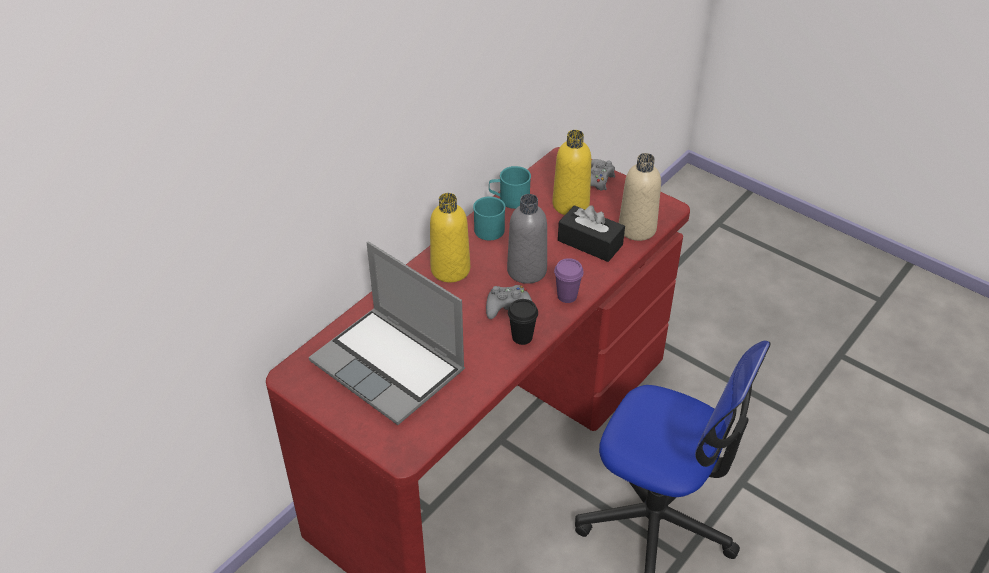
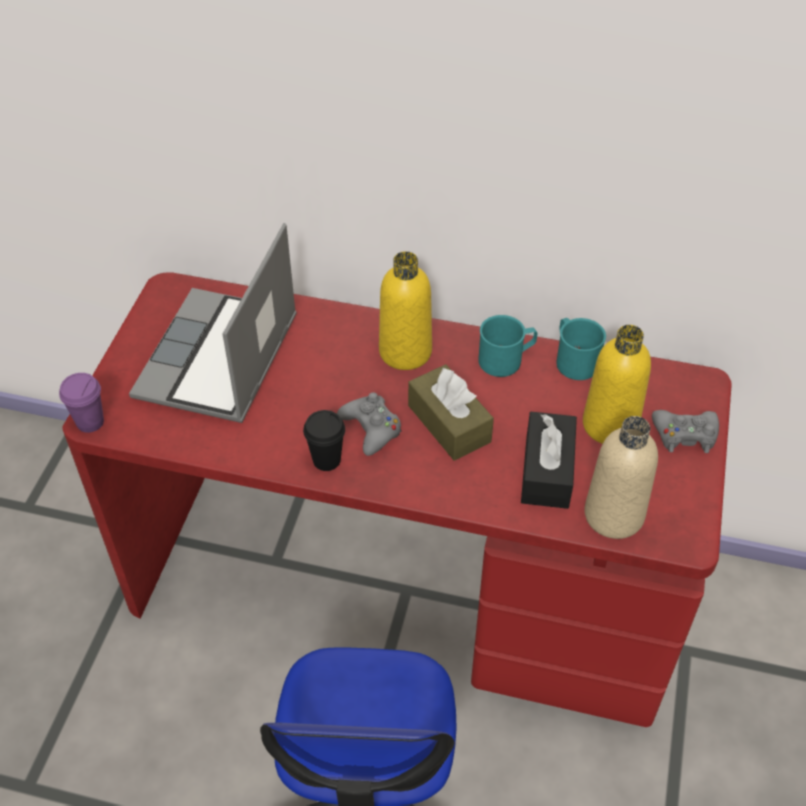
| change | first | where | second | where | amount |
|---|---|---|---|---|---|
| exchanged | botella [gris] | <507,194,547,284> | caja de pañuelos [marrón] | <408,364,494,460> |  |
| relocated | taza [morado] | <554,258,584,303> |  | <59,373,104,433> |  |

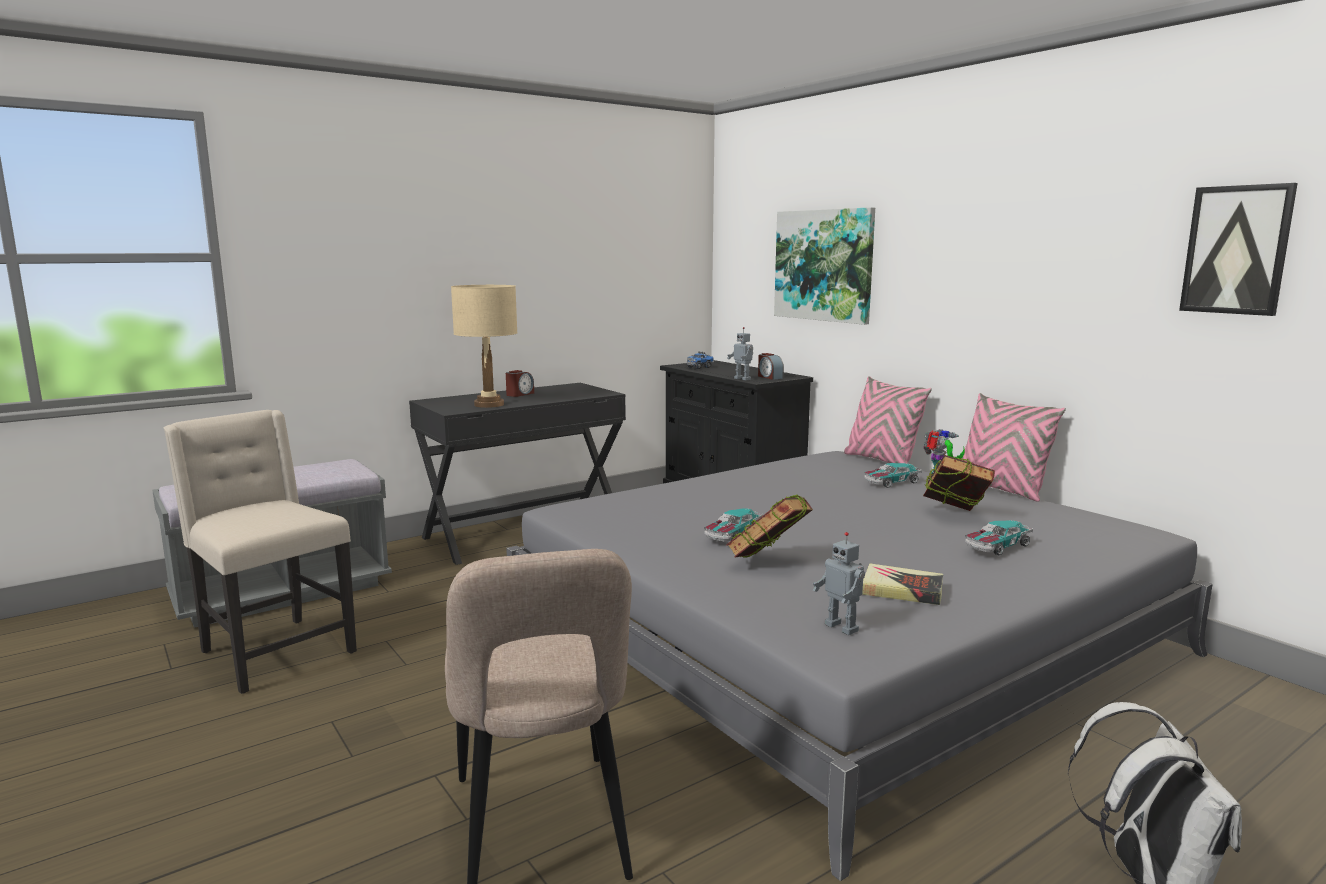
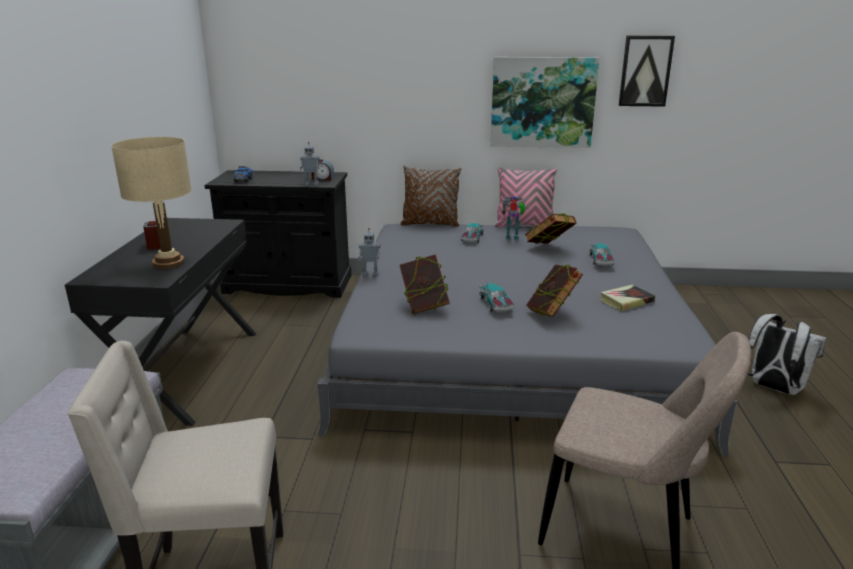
| change | first | where | second | where | amount |
|---|---|---|---|---|---|
| relocated | cuadro | <774,207,875,325> |  | <491,57,599,148> |  |
| relocated | robot de juguete | <813,532,865,635> |  | <358,228,380,276> |  |
| colour | cojín [rosa] | <844,376,932,464> | cojín [marrón] | <400,166,461,227> |  |
| appeared |  |  | libro | <400,254,450,314> |  |

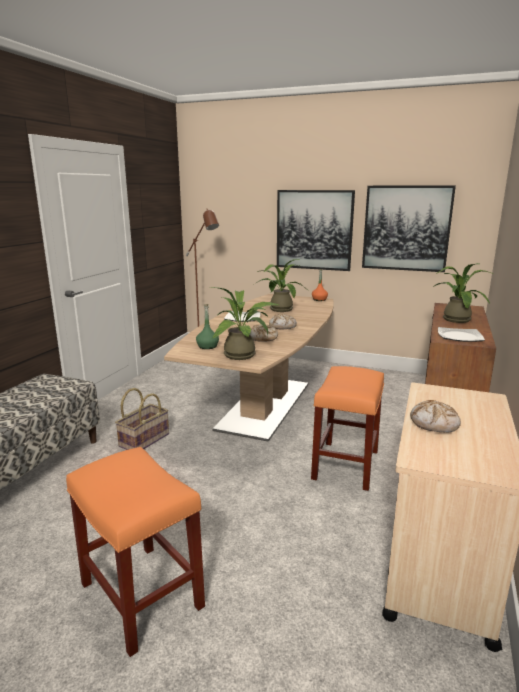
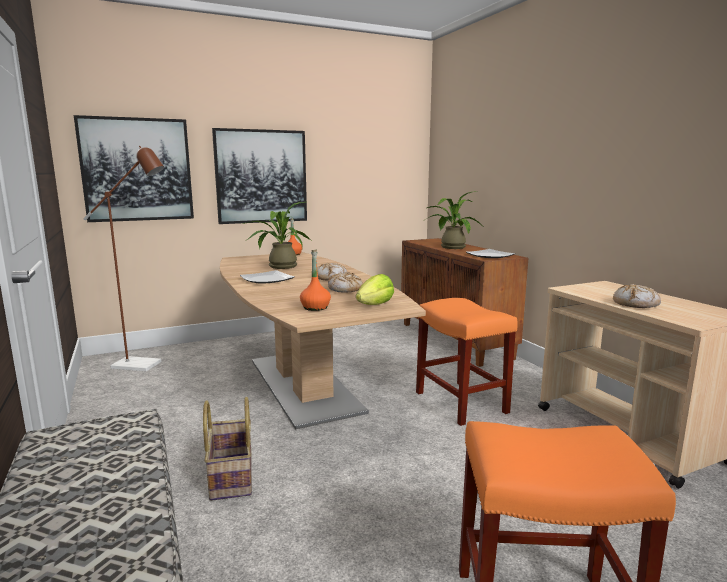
| change | first | where | second | where | amount |
|---|---|---|---|---|---|
| colour | botella [verde] | <196,304,219,349> | botella [naranja] | <300,250,331,311> |  |
| exchanged | planta en maceta | <210,287,279,360> | lechuga | <356,274,394,305> |  |
| relocated | cuadro | <362,186,456,272> |  | <74,115,194,222> |  |

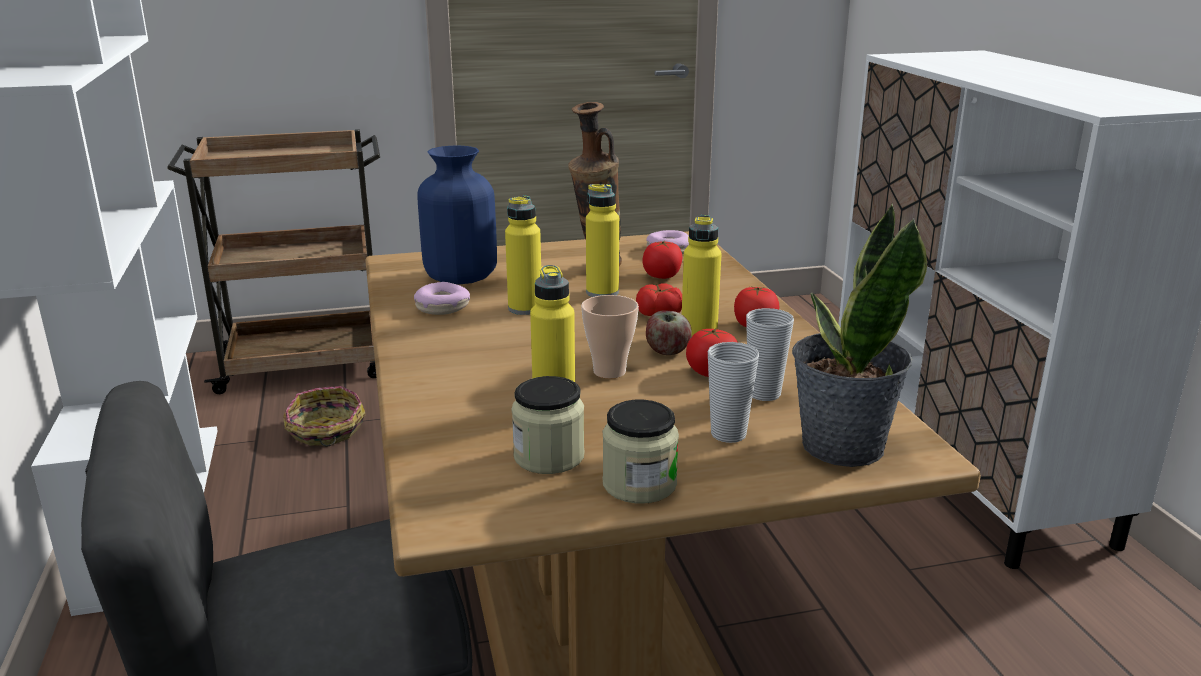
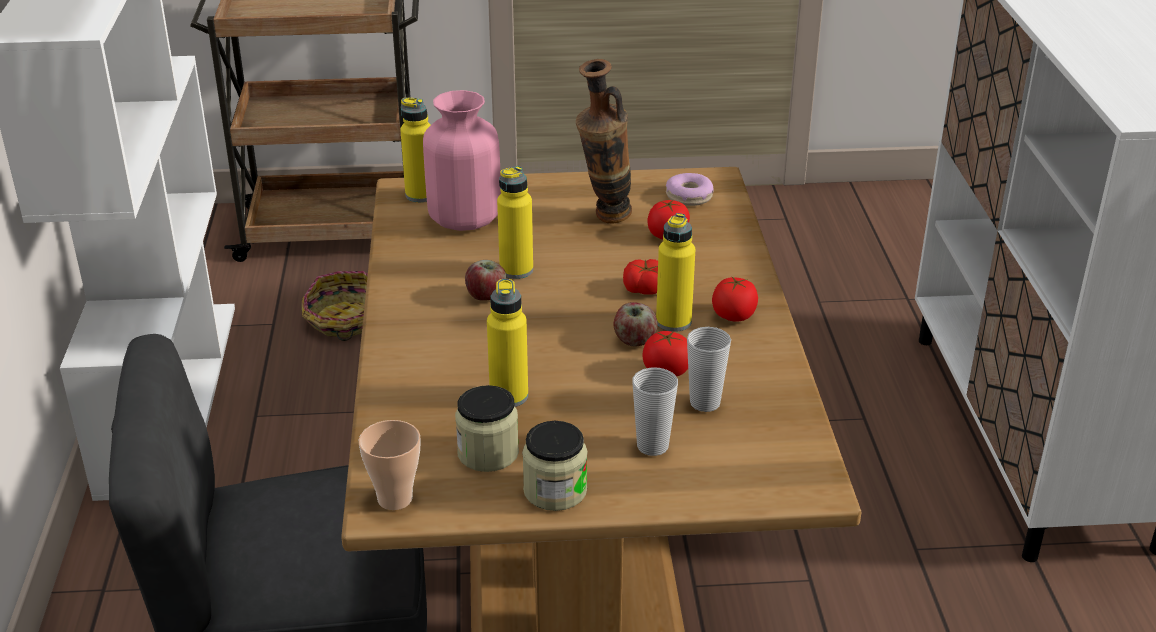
| change | first | where | second | where | amount |
|---|---|---|---|---|---|
| missing | rosquilla | <414,282,470,315> |  |  |  |
| colour | florero [azul] | <417,145,497,284> | florero [rosa] | <423,90,501,231> |  |
| relocated | taza | <581,295,639,379> |  | <359,420,420,510> |  |
| relocated | botella [amarillo] | <586,184,619,297> |  | <400,97,431,202> |  |
| missing | planta en maceta | <792,204,927,467> |  |  |  |
| appeared |  |  | manzana | <465,260,507,301> |  |

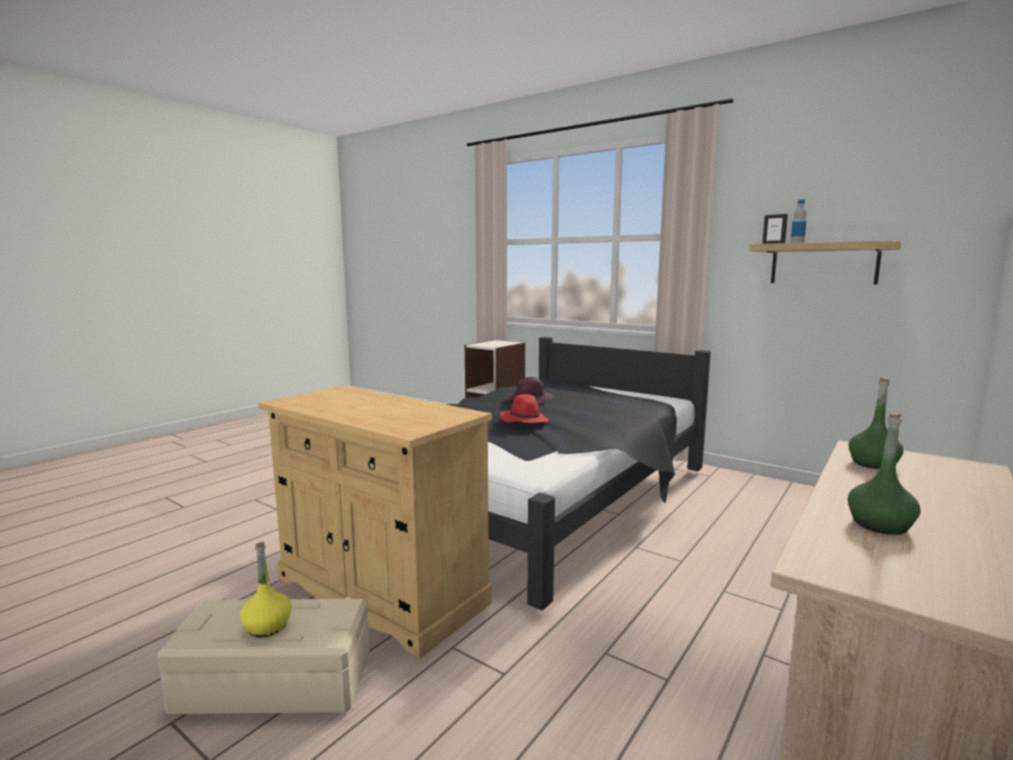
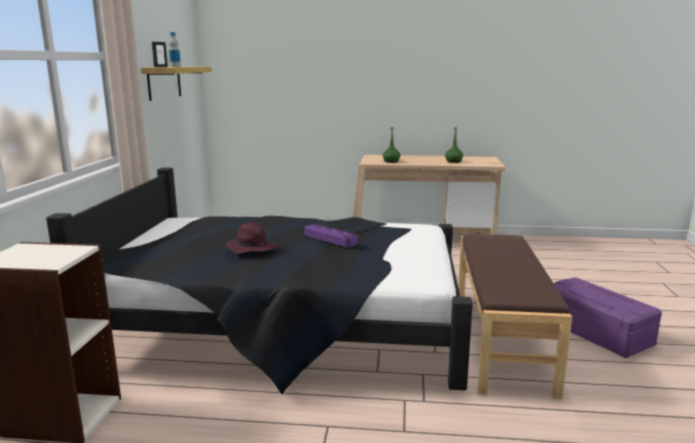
| change | first | where | second | where | amount |
|---|---|---|---|---|---|
| colour | caja de almacenaje [beis] | <157,597,370,714> | caja de almacenaje [morado] | <554,277,662,358> |  |
| missing | botella [amarillo] | <240,542,292,638> |  |  |  |
| exchanged | armario [beis] | <258,385,492,659> | banco [marrón] | <458,234,572,399> |  |
| exchanged | sombrero [rojo] | <500,394,549,423> | bandeja [morado] | <305,224,358,247> |  |

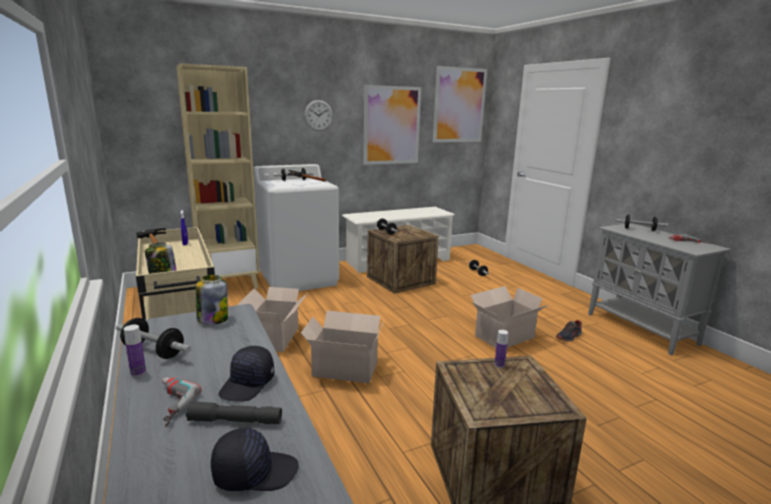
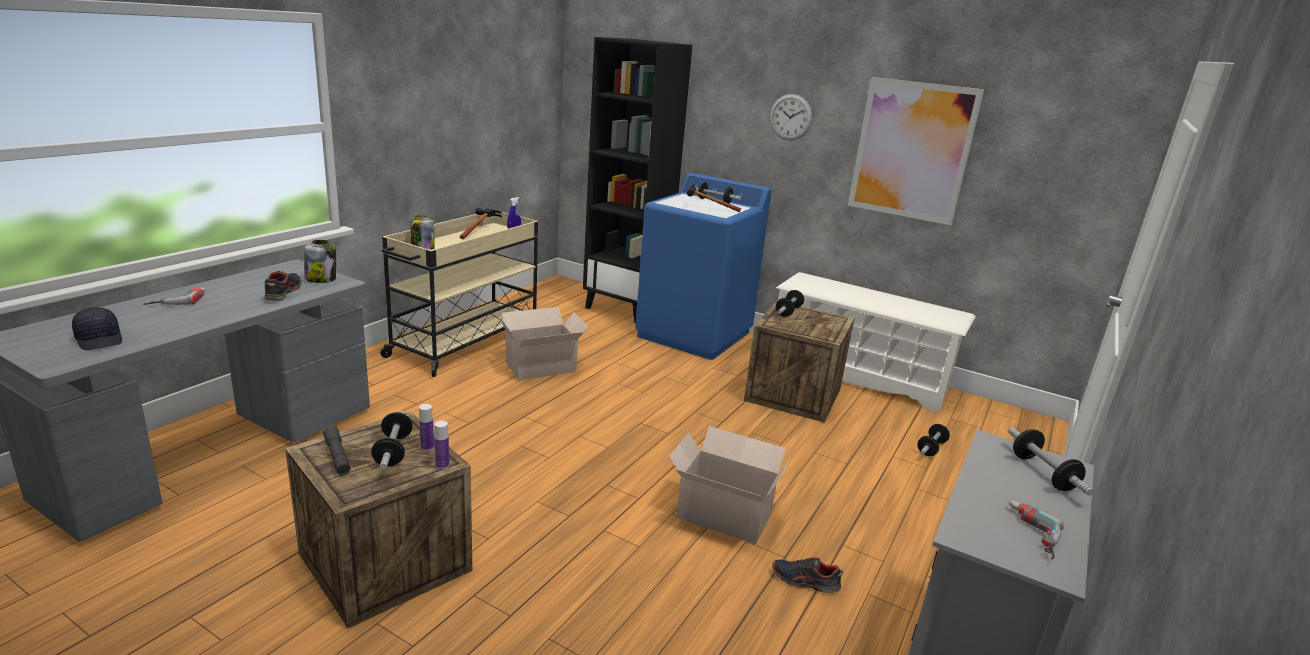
| change | first | where | second | where | amount |
|---|---|---|---|---|---|
| relocated | mancuerna | <116,318,191,359> |  | <371,411,413,470> |  |
| relocated | botella | <124,325,146,377> |  | <434,421,449,469> |  |
| colour | estantería [beis] | <176,63,259,289> | estantería [negro] | <583,37,692,323> |  |
| relocated | linterna [gris] | <186,401,282,424> |  | <323,426,350,475> |  |
| missing | gorra [negro] | <218,346,274,402> |  |  |  |
| colour | lavadora [blanco] | <253,164,339,291> | lavadora [azul] | <635,173,771,360> |  |
| missing | caja de cartón | <301,311,384,383> |  |  |  |
| missing | cuadro | <433,66,487,142> |  |  |  |
| appeared |  |  | zapato | <264,271,302,301> |  |

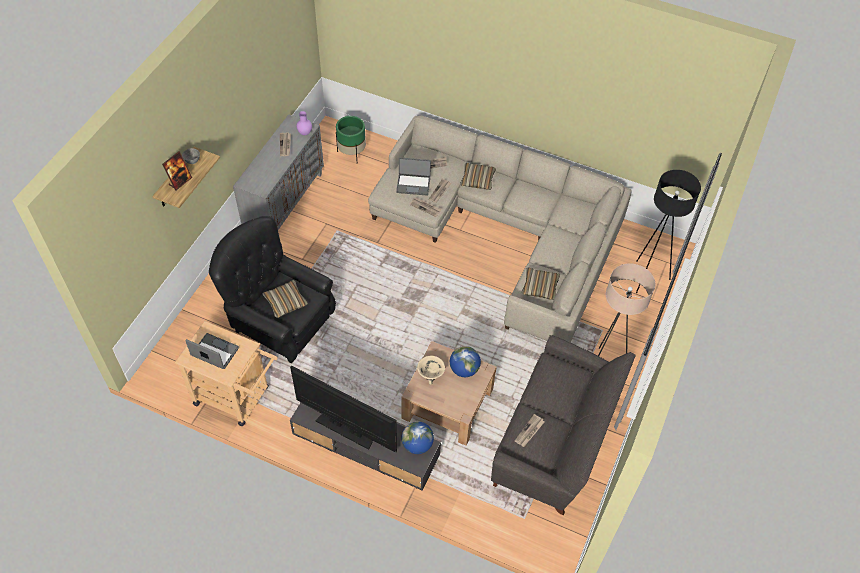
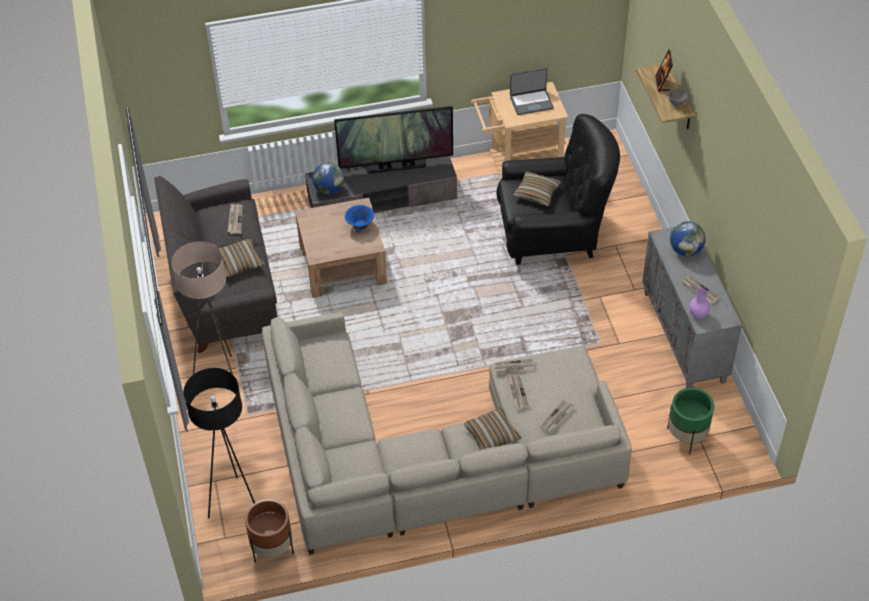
| change | first | where | second | where | amount |
|---|---|---|---|---|---|
| missing | portátil | <396,157,431,196> |  |  |  |
| colour | cuenco [beis] | <417,356,445,385> | cuenco [azul] | <345,205,374,233> |  |
| relocated | globo terráqueo | <450,346,481,377> |  | <670,222,705,257> |  |
| relocated | cojín | <522,268,560,300> |  | <219,239,265,277> |  |
| appeared |  |  | maceta [marrón] | <245,499,294,563> |  |

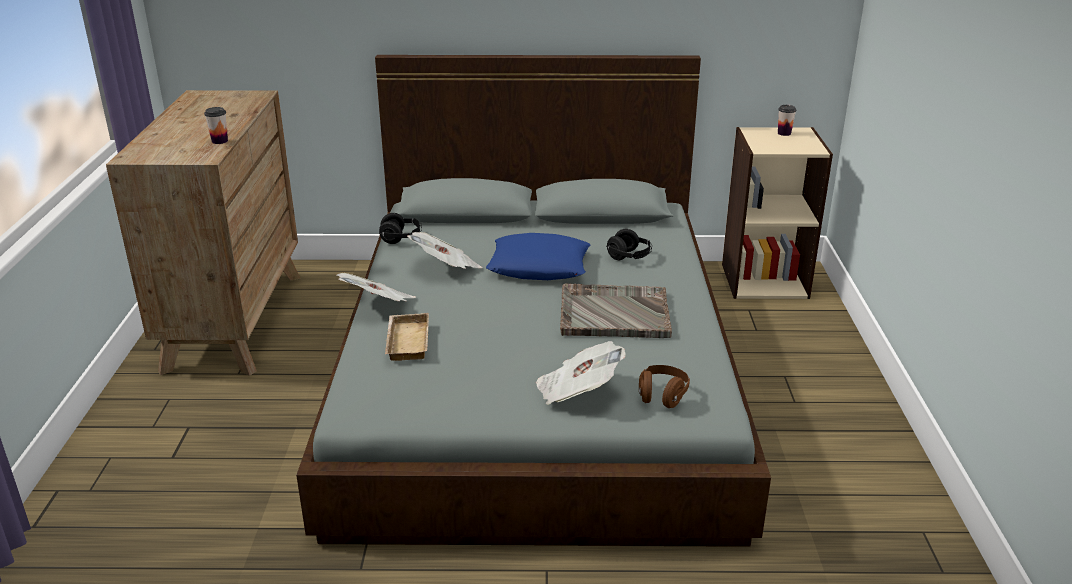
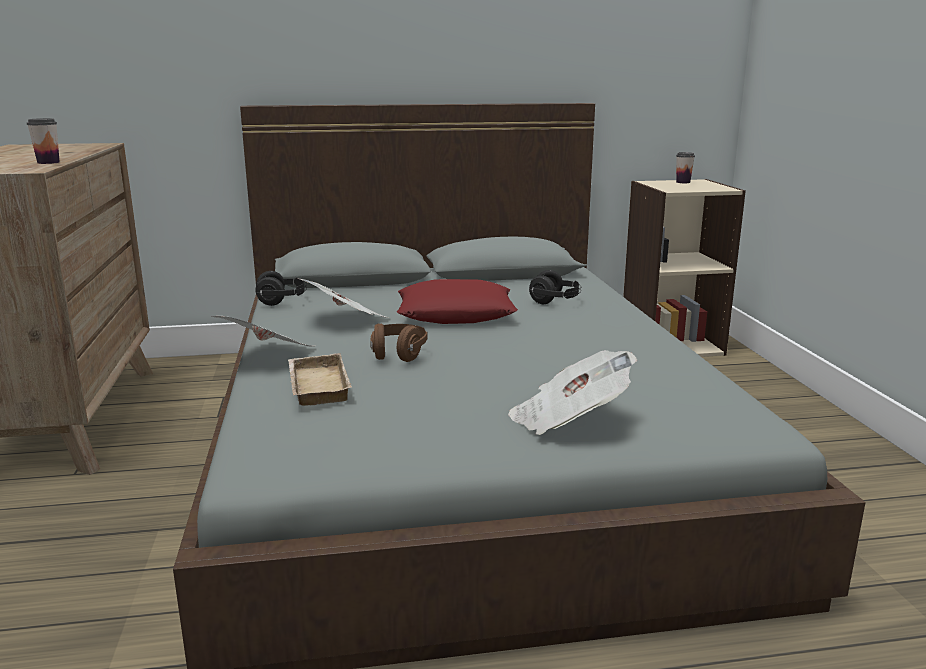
| change | first | where | second | where | amount |
|---|---|---|---|---|---|
| colour | cojín [azul] | <486,233,590,280> | cojín [rojo] | <397,279,518,324> |  |
| missing | bandeja [gris] | <560,283,672,338> |  |  |  |
| relocated | auriculares [marrón] | <639,365,690,408> |  | <370,324,428,362> |  |

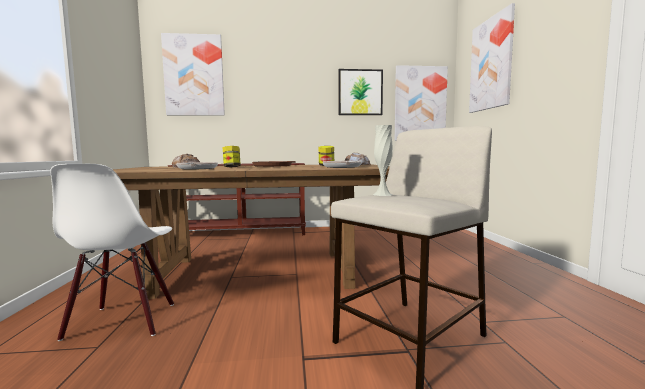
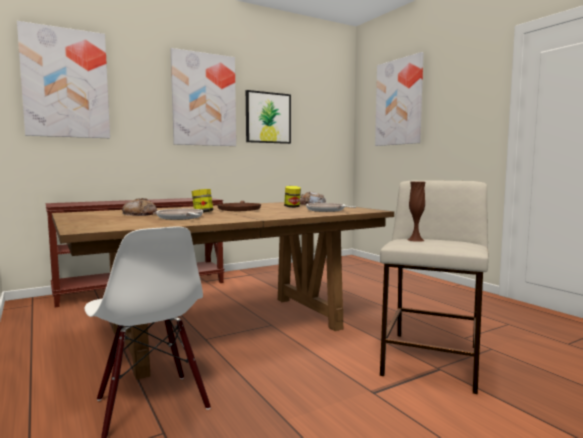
| change | first | where | second | where | amount |
|---|---|---|---|---|---|
| colour | florero [blanco] | <373,125,392,196> | florero [marrón] | <407,181,425,242> |  |
| relocated | cuadro | <395,65,448,141> |  | <171,48,236,146> |  |

